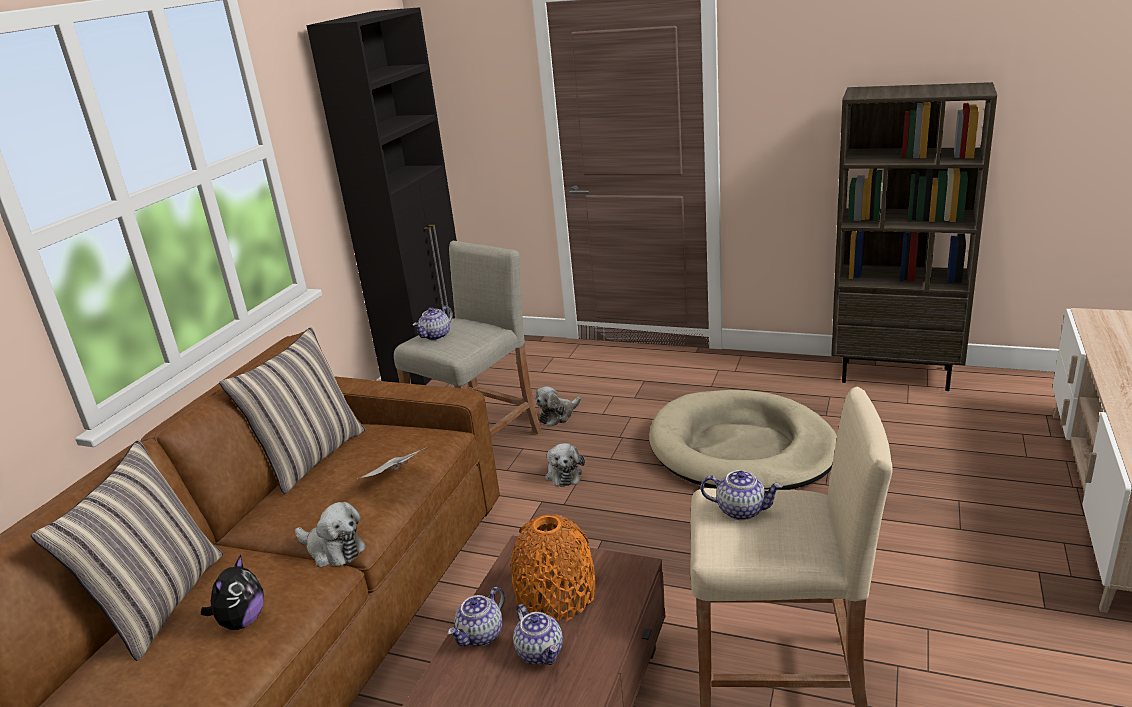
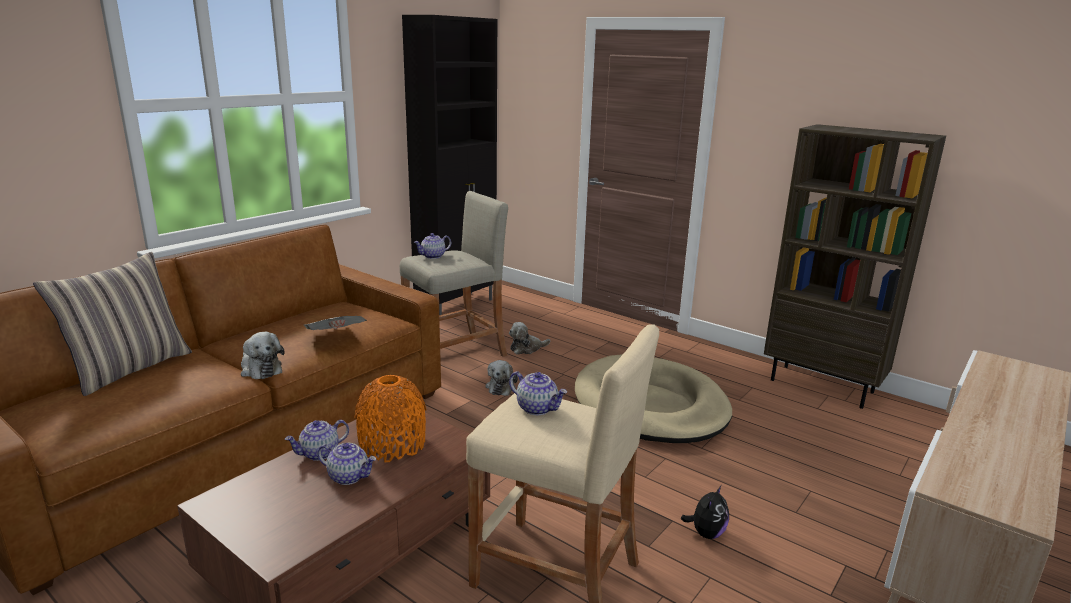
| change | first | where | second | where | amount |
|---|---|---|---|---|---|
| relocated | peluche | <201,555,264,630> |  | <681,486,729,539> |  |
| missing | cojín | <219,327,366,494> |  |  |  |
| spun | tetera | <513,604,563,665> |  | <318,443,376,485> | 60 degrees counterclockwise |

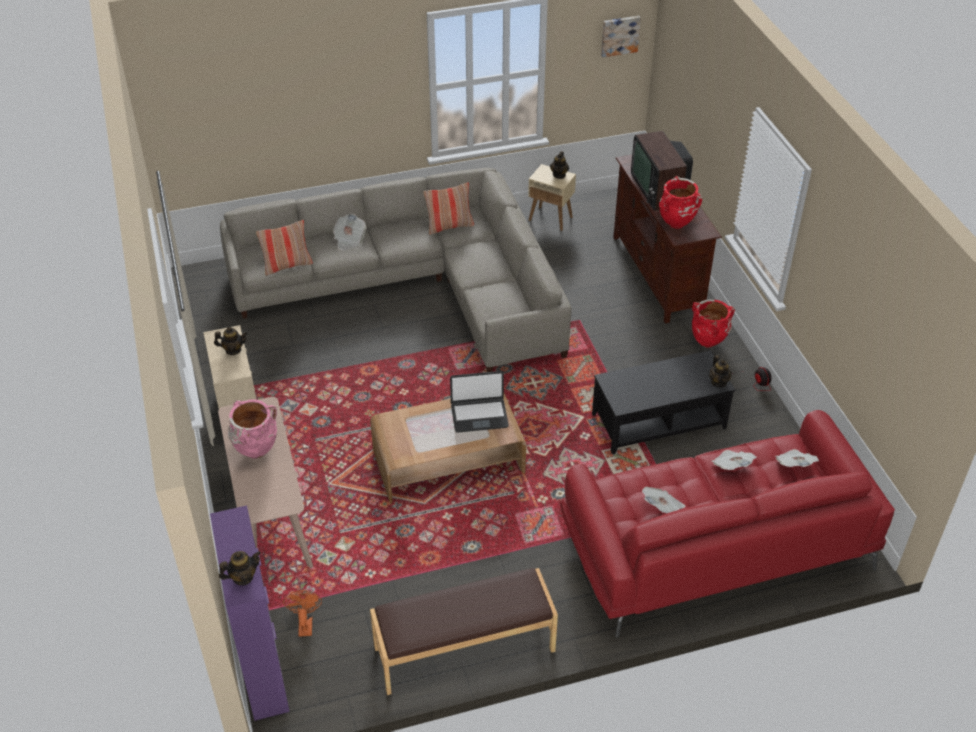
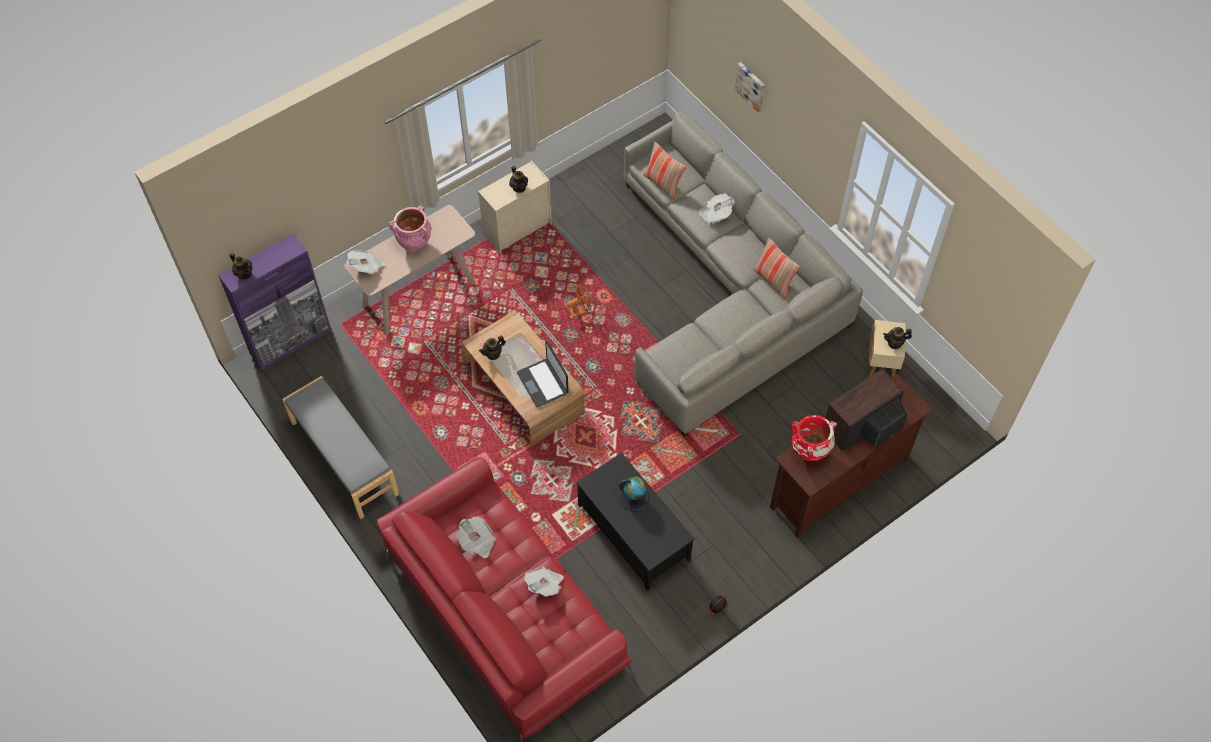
| change | first | where | second | where | amount |
|---|---|---|---|---|---|
| relocated | ventilador [naranja] | <283,590,322,637> |  | <567,284,593,318> |  |
| colour | banco [marrón] | <370,568,558,695> | banco [gris] | <282,376,399,519> |  |
| relocated | cuadro | <601,16,641,57> |  | <735,62,765,112> |  |
| missing | florero [rojo] | <692,299,735,348> |  |  |  |
| relocated | tetera | <709,355,732,388> |  | <479,336,506,360> |  |
| relocated | periódico | <775,449,819,467> |  | <346,250,385,274> |  |
| appeared |  |  | globo terráqueo | <618,477,650,512> |  |

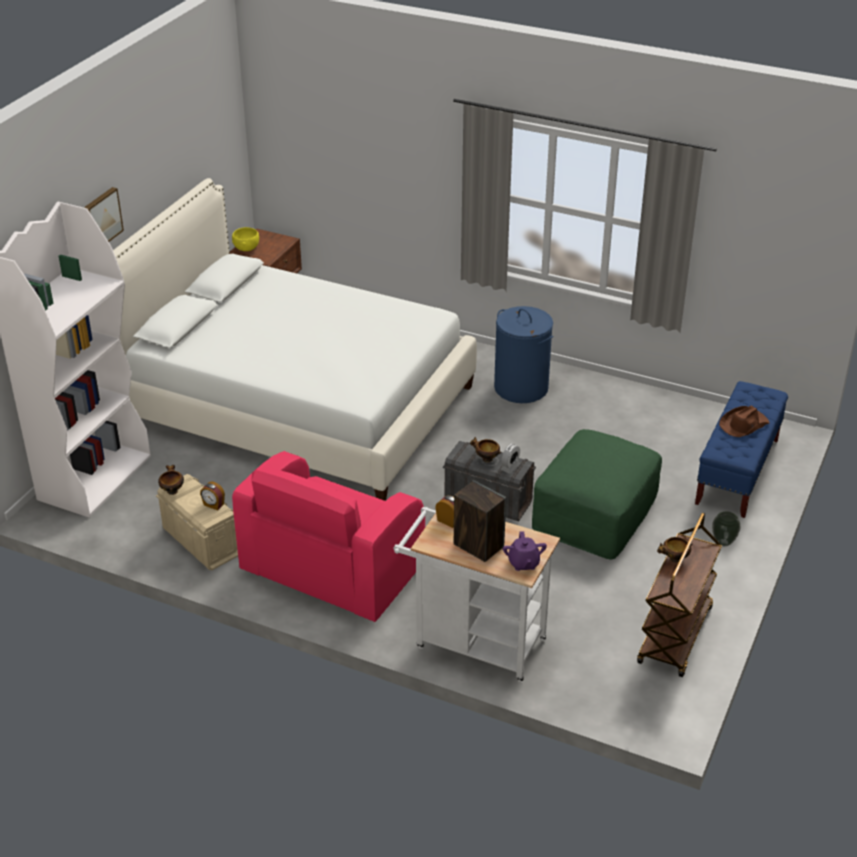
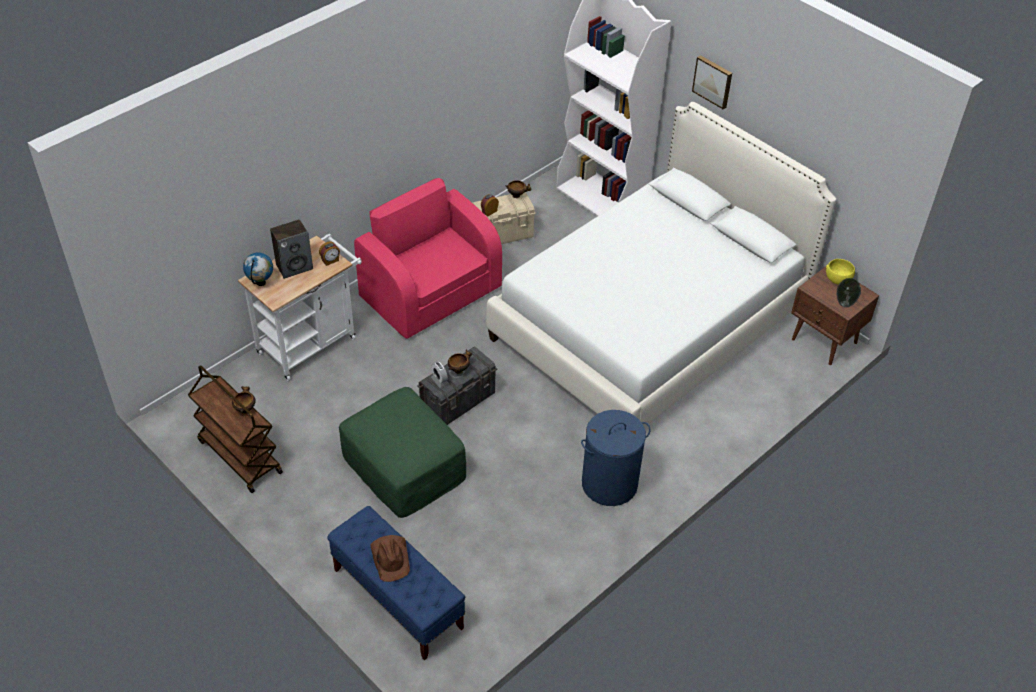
| change | first | where | second | where | amount |
|---|---|---|---|---|---|
| exchanged | tetera [morado] | <503,531,547,571> | globo terráqueo | <243,252,273,286> |  |
| relocated | florero | <712,511,741,546> |  | <837,278,861,308> |  |

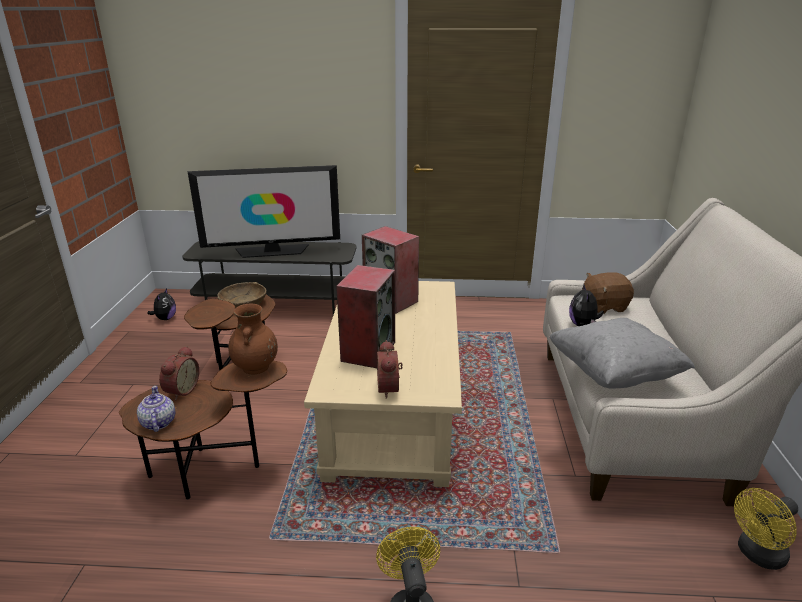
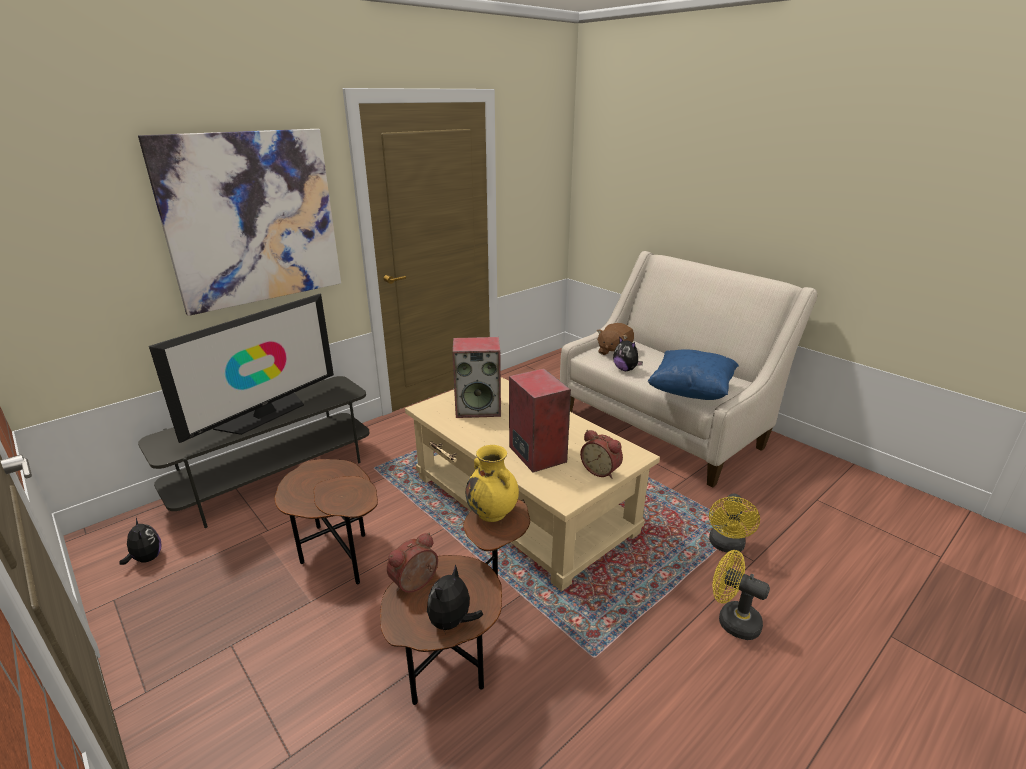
| change | first | where | second | where | amount |
|---|---|---|---|---|---|
| exchanged | tetera | <137,386,176,432> | peluche | <427,564,483,632> |  |
| spun | despertador | <159,346,199,400> |  | <387,533,438,593> | 105 degrees counterclockwise |
| missing | cuenco [marrón] | <217,282,267,308> |  |  |  |
| colour | florero [marrón] | <228,304,278,375> | florero [amarillo] | <466,445,519,522> |  |
| colour | cojín [gris] | <549,318,695,389> | cojín [azul] | <648,349,739,400> |  |
| relocated | ventilador [amarillo] | <734,488,798,570> |  | <709,494,760,553> |  |
| appeared |  |  | cuadro | <138,129,341,316> |  |

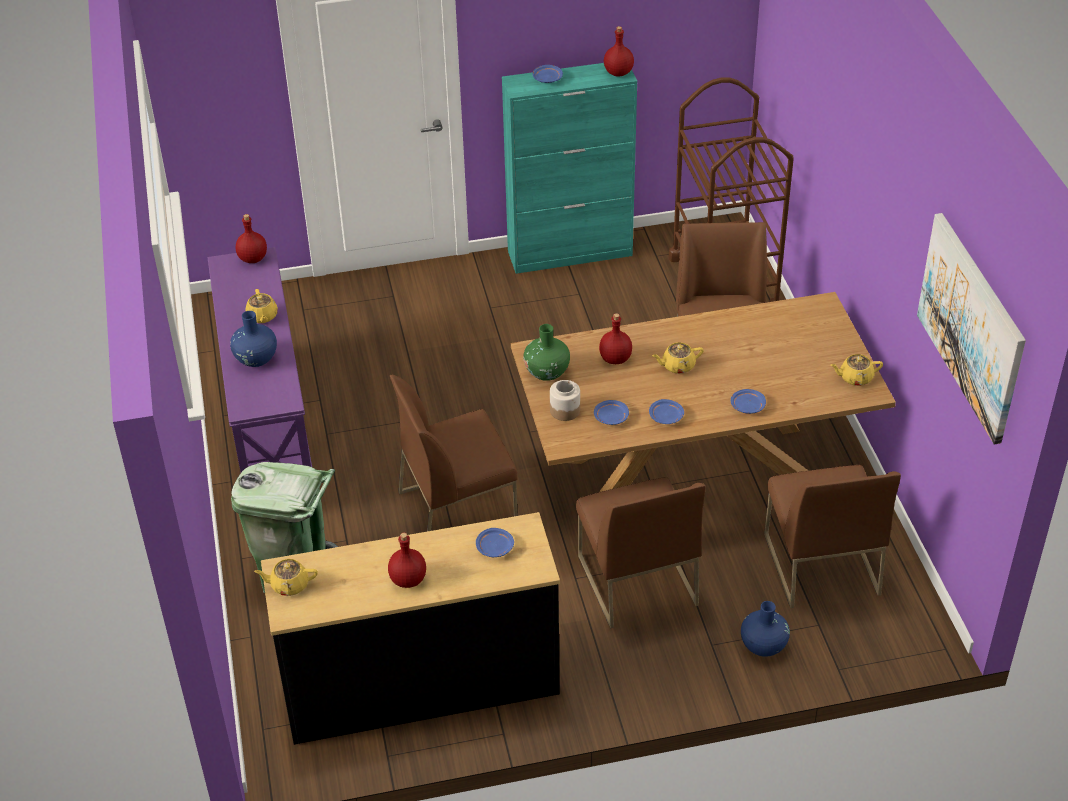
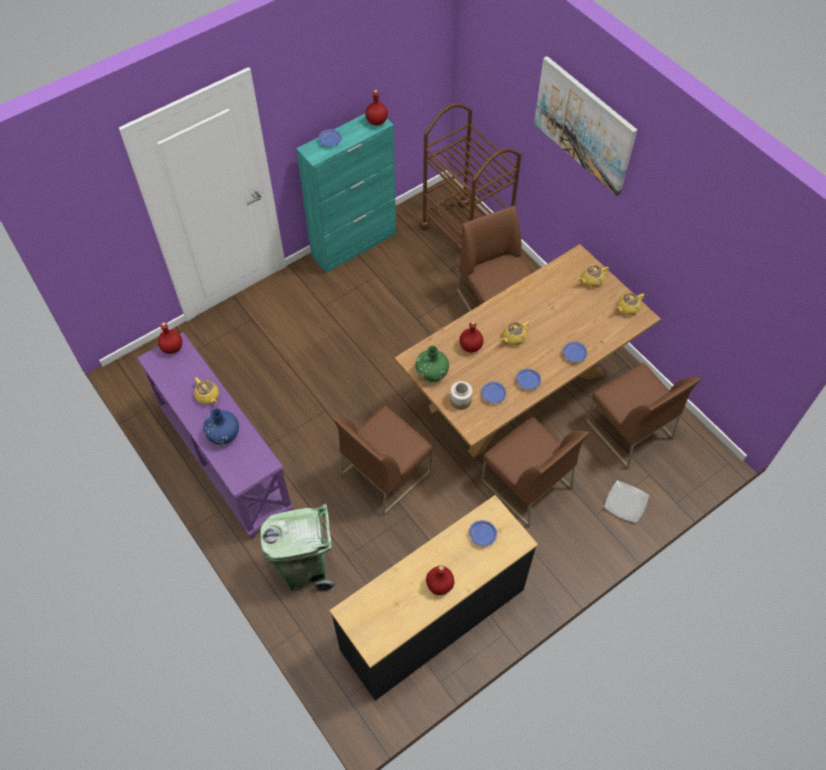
| change | first | where | second | where | amount |
|---|---|---|---|---|---|
| relocated | tetera [amarillo] | <254,559,318,596> |  | <578,265,609,287> |  |
| exchanged | florero [azul] | <741,601,790,657> | plato | <604,480,649,523> |  |
| relocated | cuadro | <917,213,1026,445> |  | <534,56,637,196> |  |

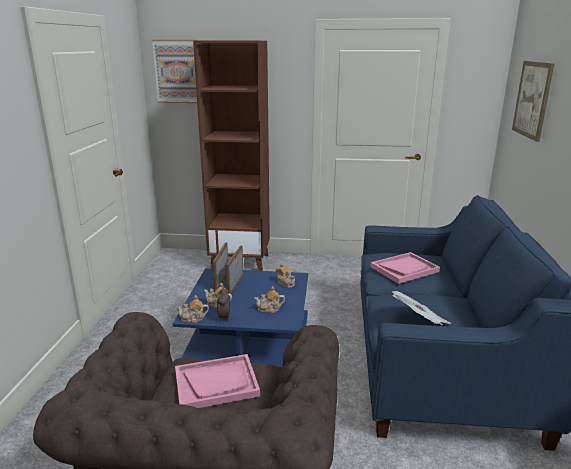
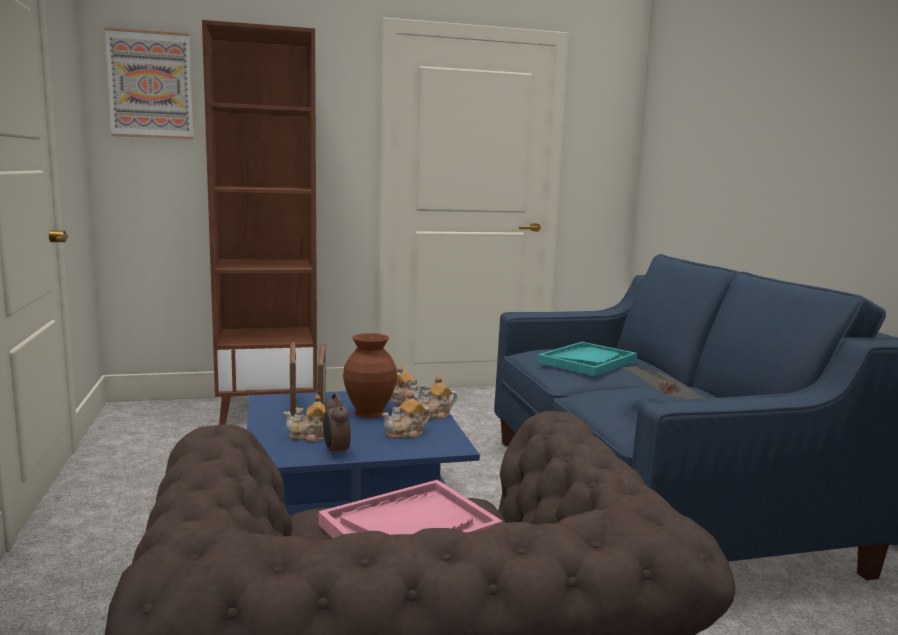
| change | first | where | second | where | amount |
|---|---|---|---|---|---|
| relocated | tetera | <176,295,209,323> |  | <414,376,457,419> |  |
| colour | bandeja [rosa] | <370,252,440,284> | bandeja [turquesa] | <537,342,637,376> |  |
| missing | cuadro | <512,61,555,142> |  |  |  |
| appeared |  |  | florero [marrón] | <343,333,397,418> |  |

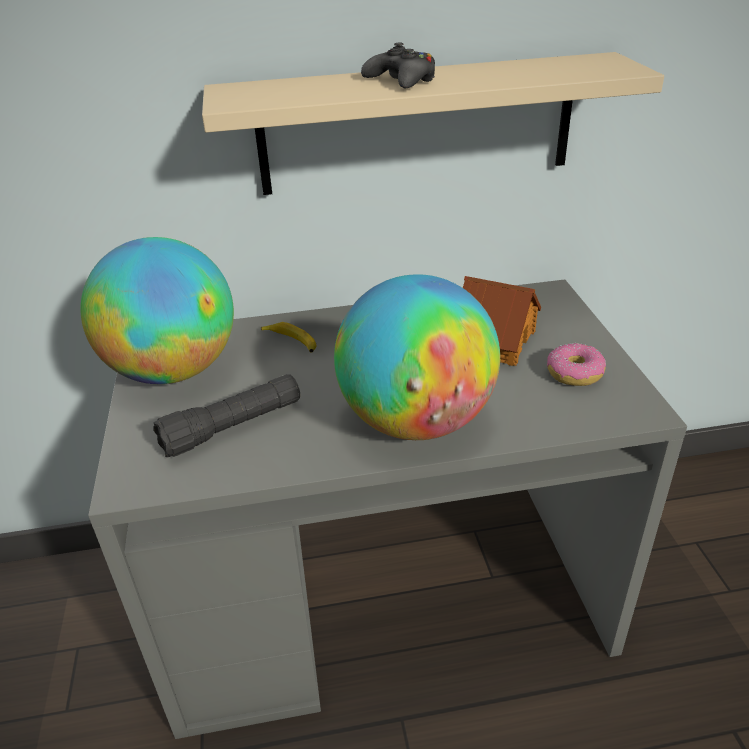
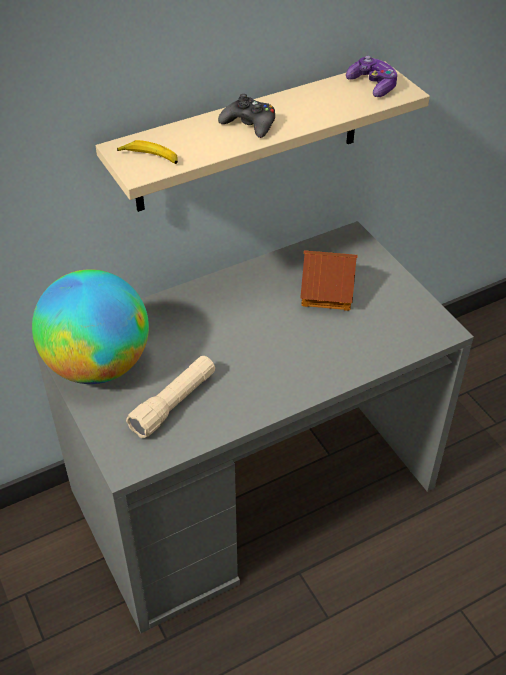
| change | first | where | second | where | amount |
|---|---|---|---|---|---|
| colour | linterna [negro] | <153,374,300,457> | linterna [beis] | <126,356,215,438> |  |
| relocated | plátano | <261,322,317,353> |  | <117,140,178,164> |  |
| missing | globo terráqueo | <334,274,500,440> |  |  |  |
| missing | rosquilla | <547,343,606,386> |  |  |  |
| appeared |  |  | mando de consola | <346,56,397,97> |  |

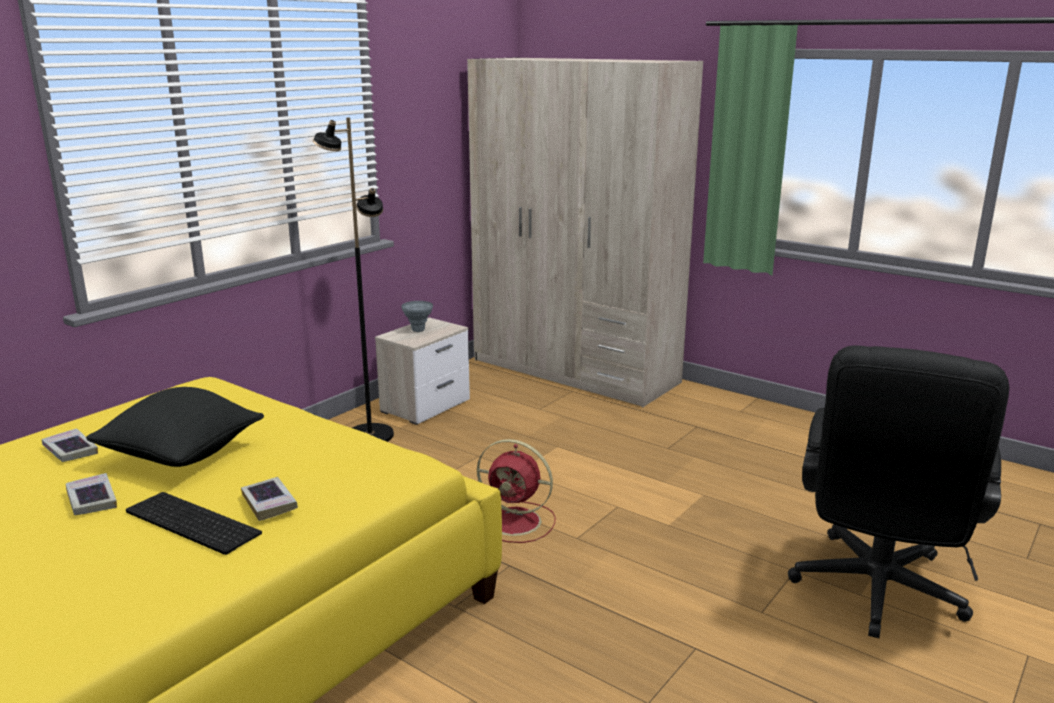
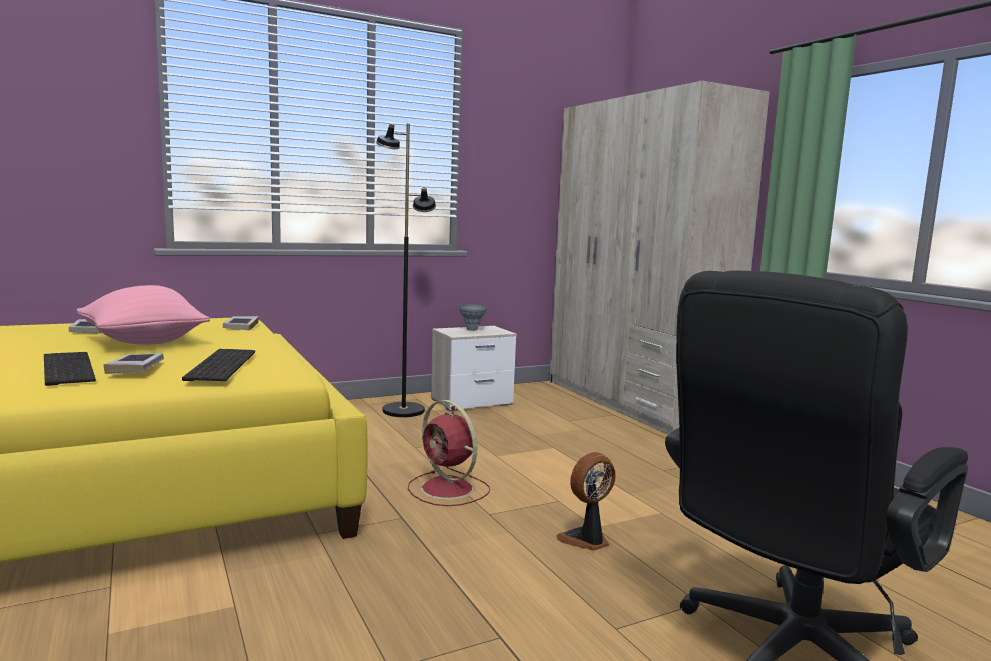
| change | first | where | second | where | amount |
|---|---|---|---|---|---|
| relocated | libro | <66,473,117,515> |  | <223,316,259,330> |  |
| colour | cojín [negro] | <86,387,264,467> | cojín [rosa] | <77,285,210,344> |  |
| appeared |  |  | teclado | <182,349,255,381> |  |
| appeared |  |  | ventilador | <556,452,615,550> |  |

